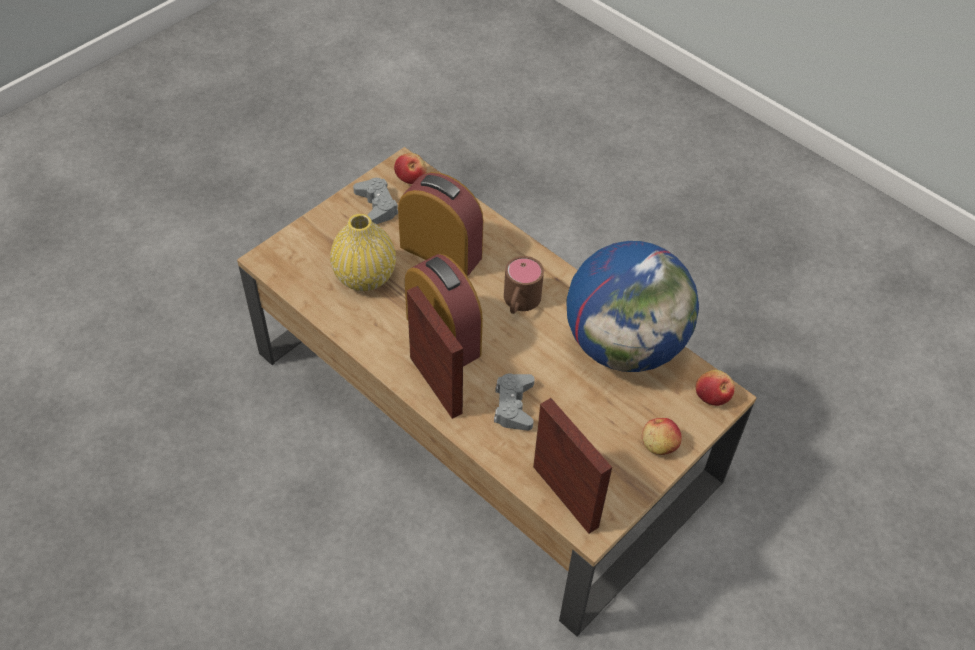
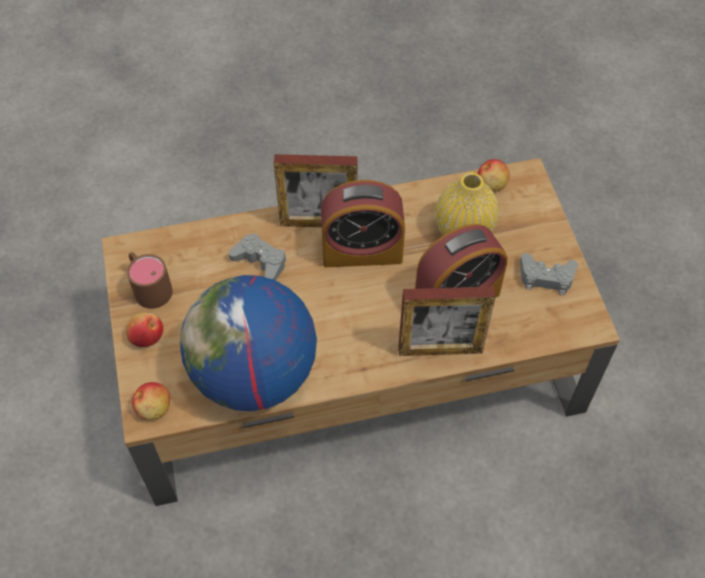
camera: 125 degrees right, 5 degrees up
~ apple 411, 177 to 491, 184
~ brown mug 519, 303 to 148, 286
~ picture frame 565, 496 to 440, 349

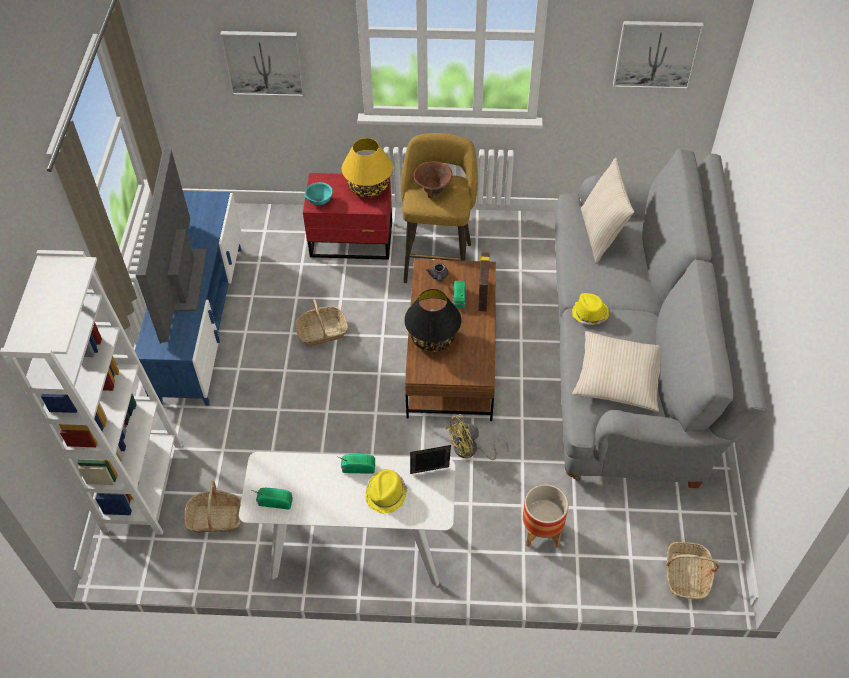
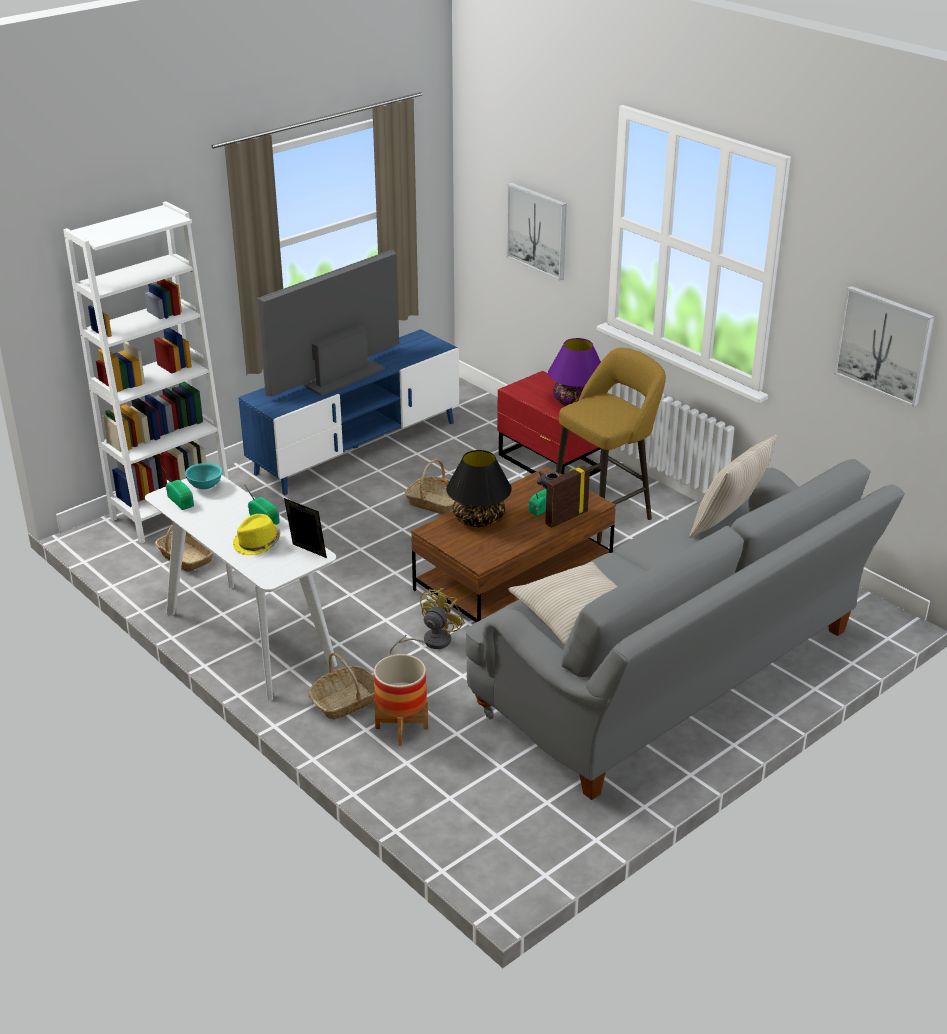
camera: 45 degrees right, 20 degrees down
~ yellow table lamp 368, 188 to purple table lamp 575, 401
- brown bowl 432, 189
~ turquoise bowl 319, 201 to 205, 486
- yellow hat 589, 314
~ yellow fan 471, 450 = 430, 641 105 degrees clockwise
~ basket 686, 575 to 345, 701

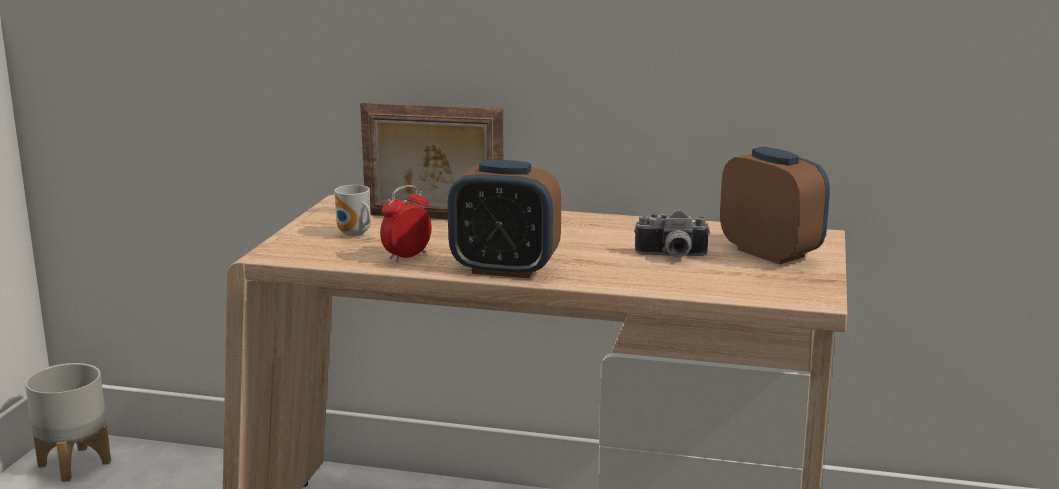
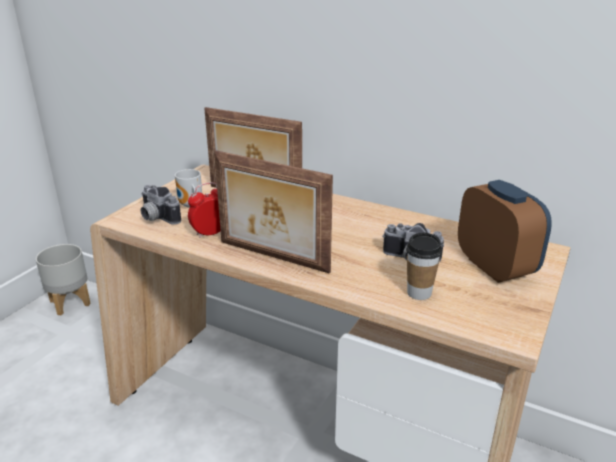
camera: 15 degrees right, 10 degrees up
~ alarm clock 504, 269 to picture frame 272, 257
+ photo camera 156, 218
+ cup 419, 293

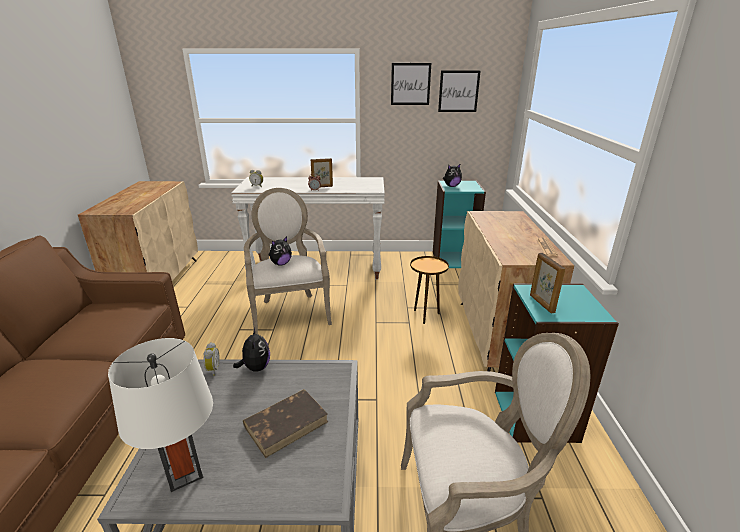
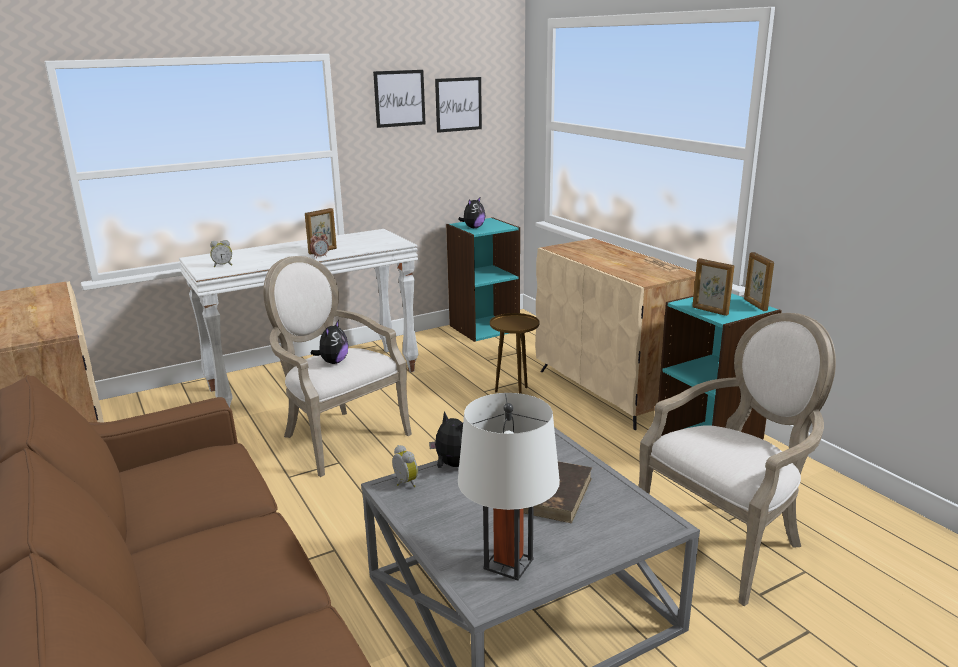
camera: 30 degrees left, 5 degrees down
+ picture frame 755, 305

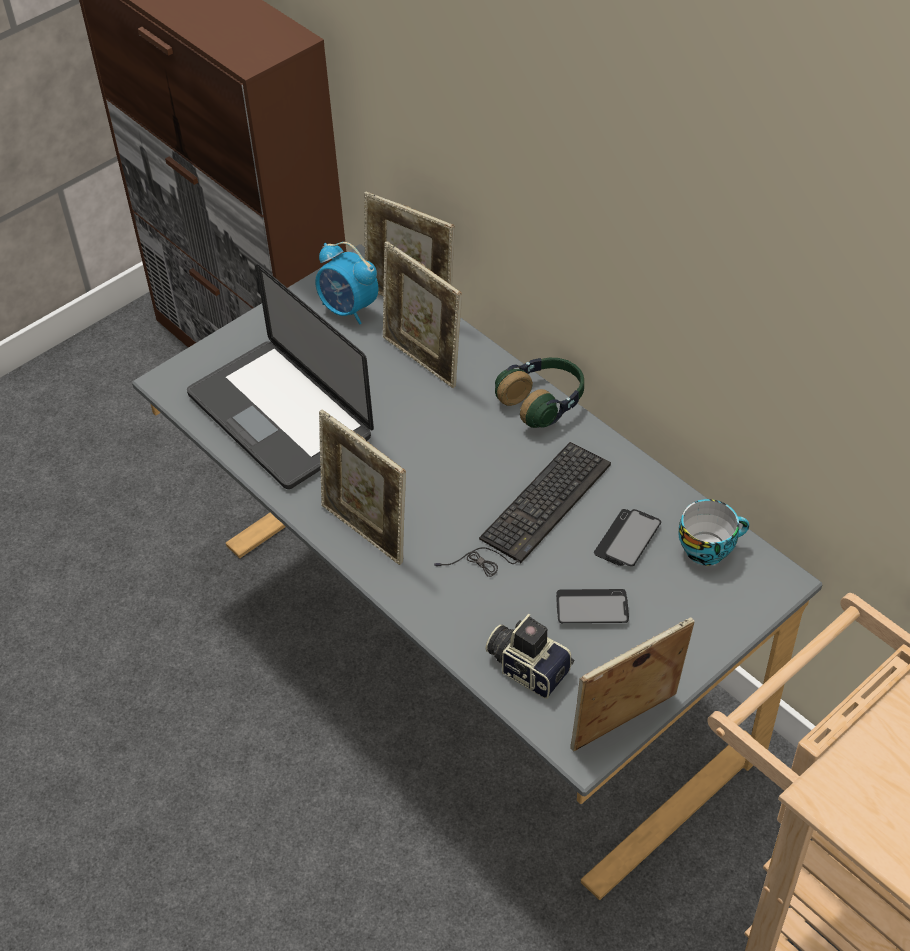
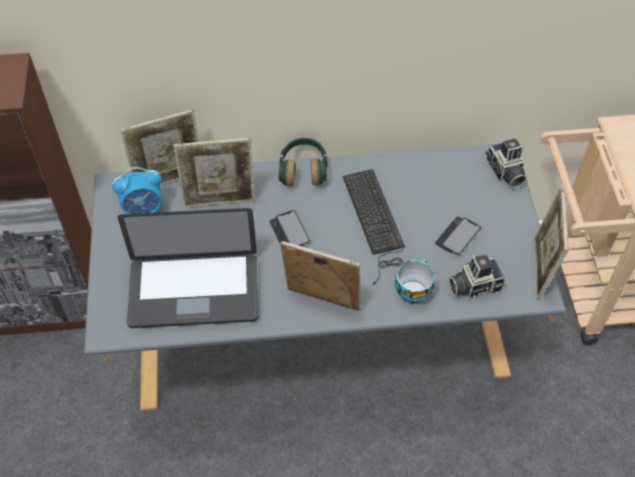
camera: 55 degrees left, 5 degrees up
~ picture frame 366, 531 = 321, 301 150 degrees counterclockwise
~ cup 708, 547 to 412, 290
~ phone 627, 539 to 289, 232
+ photo camera 504, 172

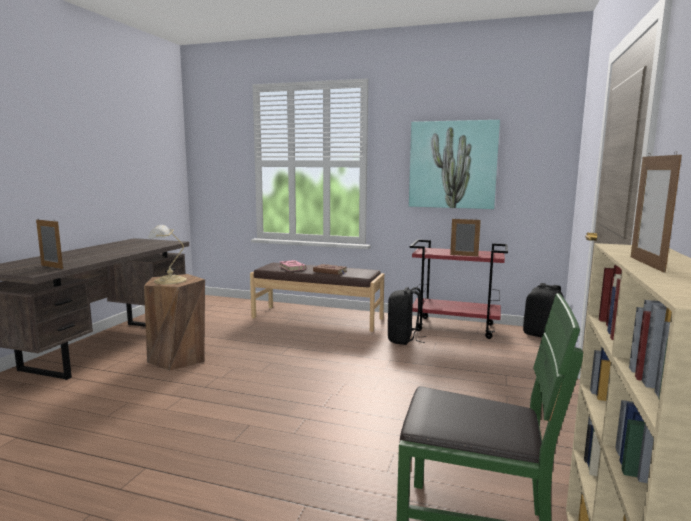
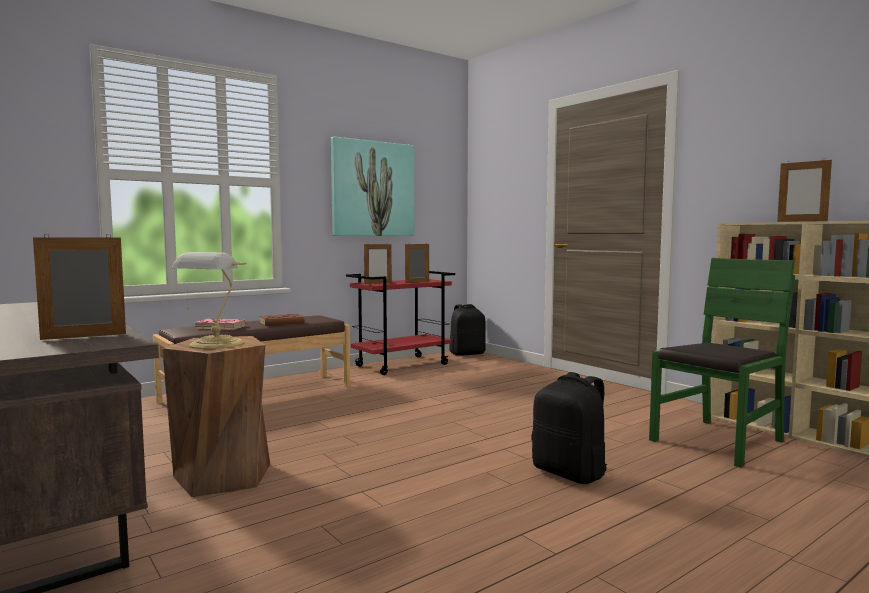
camera: 55 degrees left, 5 degrees down
~ black backpack 403, 339 to 570, 473
+ picture frame 378, 283

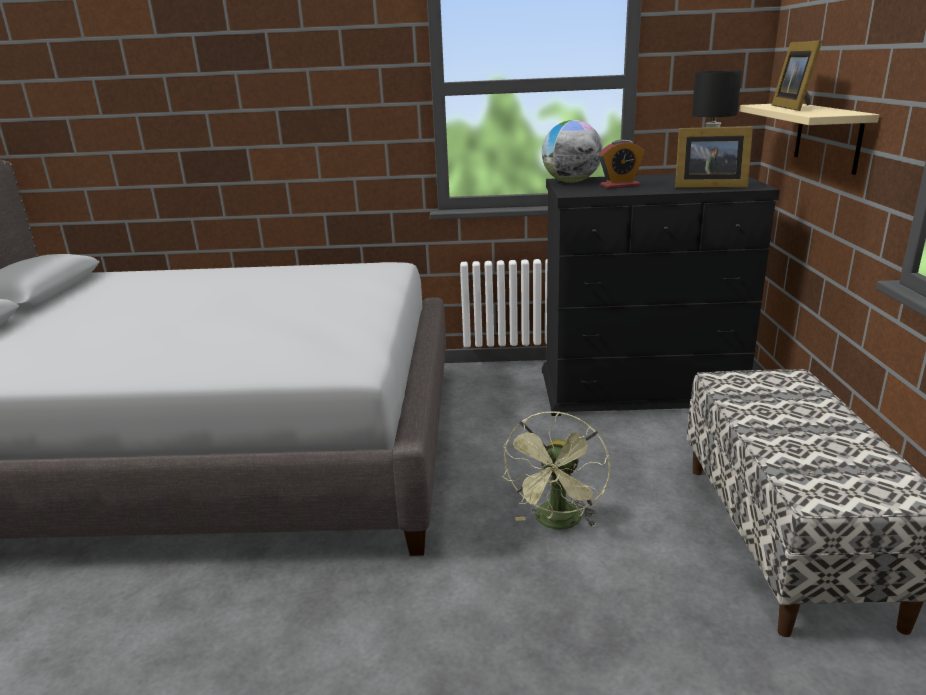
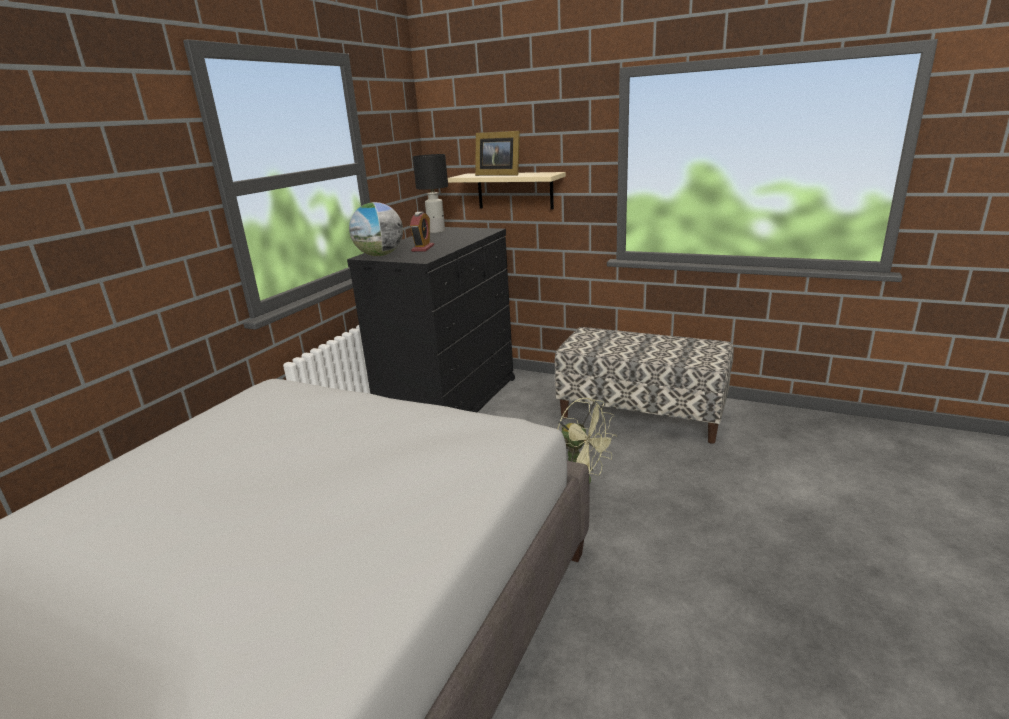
camera: 65 degrees left, 0 degrees up
- picture frame 707, 186

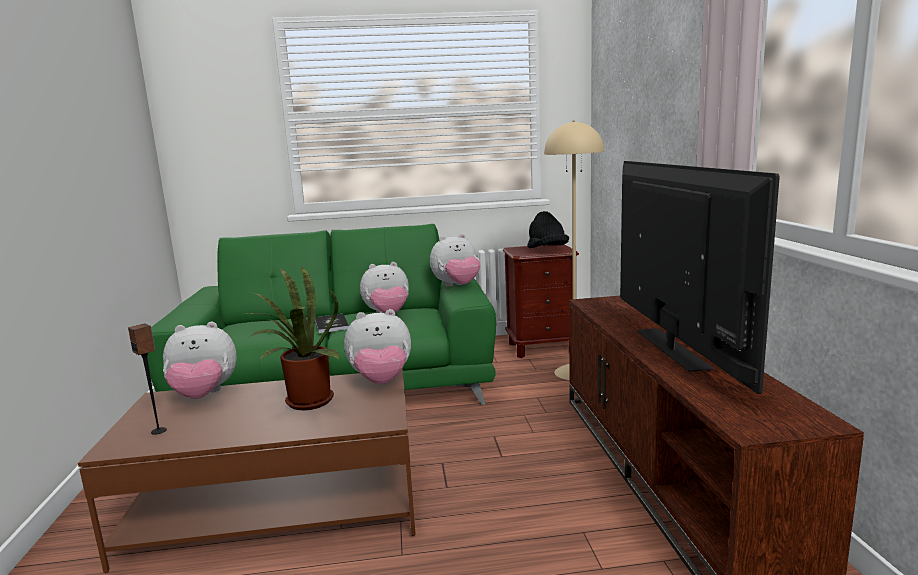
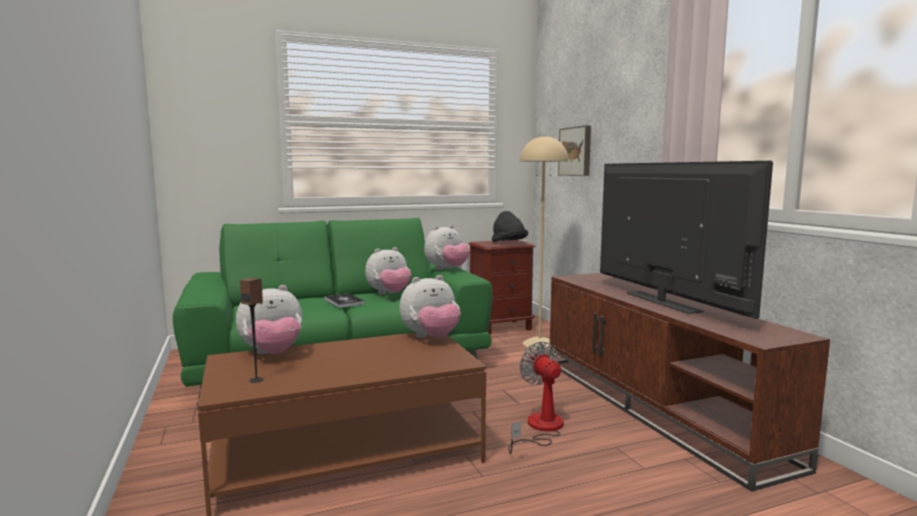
camera: 15 degrees left, 5 degrees down
- potted plant 304, 402
+ picture 576, 151
+ fan 540, 428

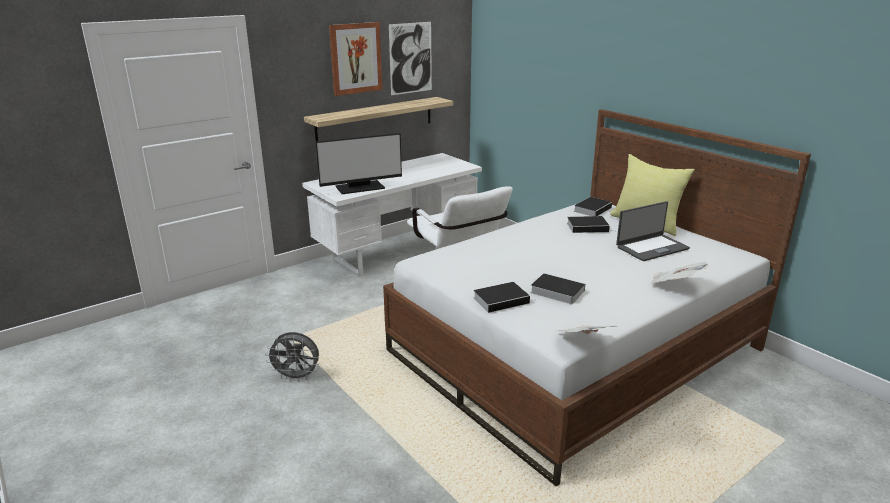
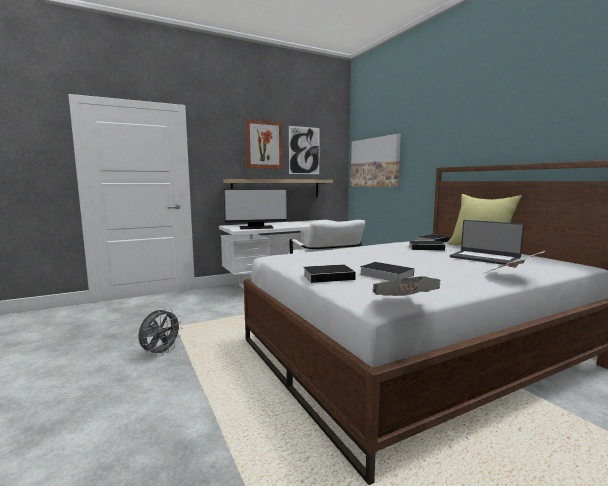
camera: 10 degrees right, 15 degrees down
~ laptop 651, 248 = 484, 258 60 degrees clockwise
~ grey fan 297, 377 = 161, 352 75 degrees counterclockwise
+ picture 374, 162

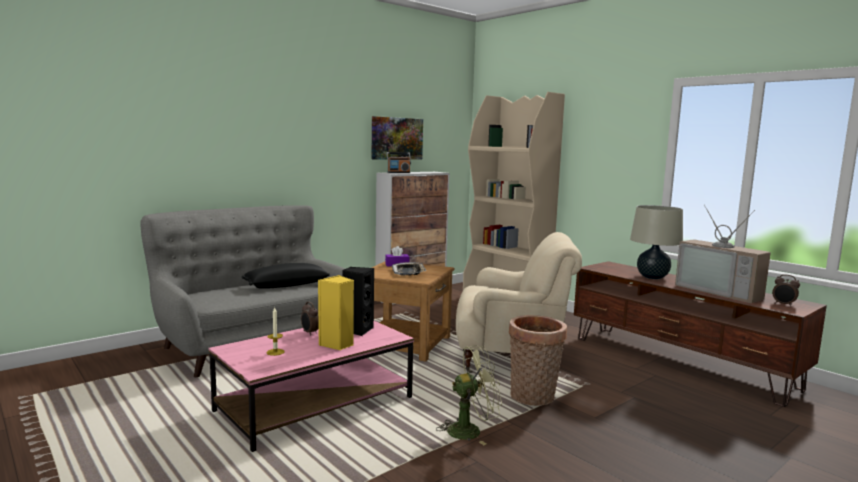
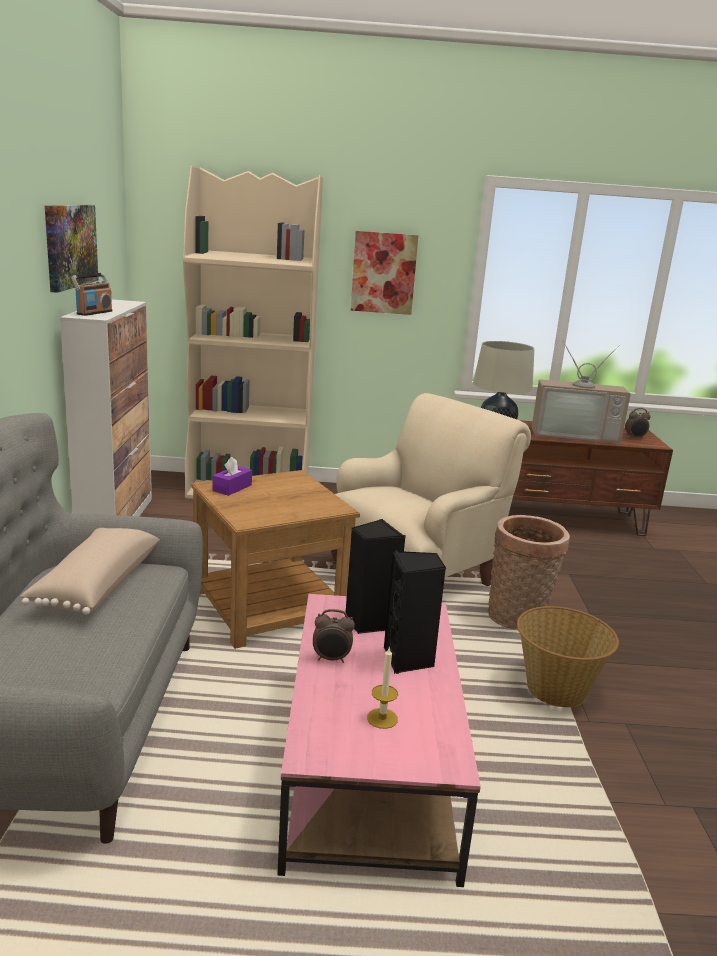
camera: 50 degrees left, 10 degrees up
- tray 409, 272
~ black pillow 286, 285 to beige pillow 95, 585
~ yellow speaker 337, 344 to black speaker 409, 660
~ green fan 471, 430 to basket 556, 690
+ picture 383, 273

